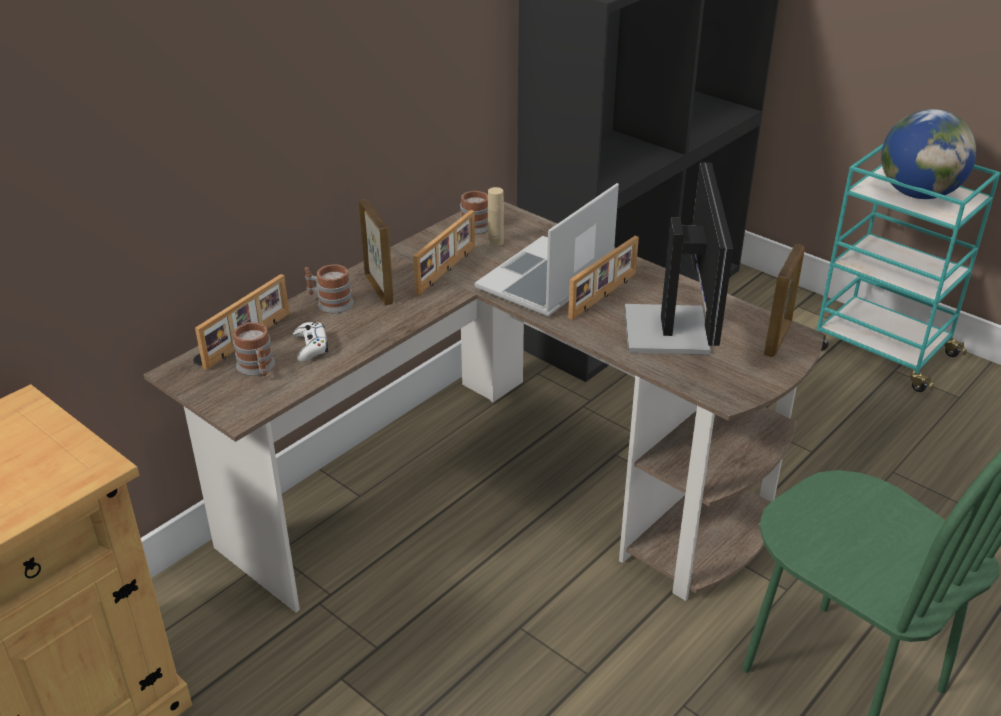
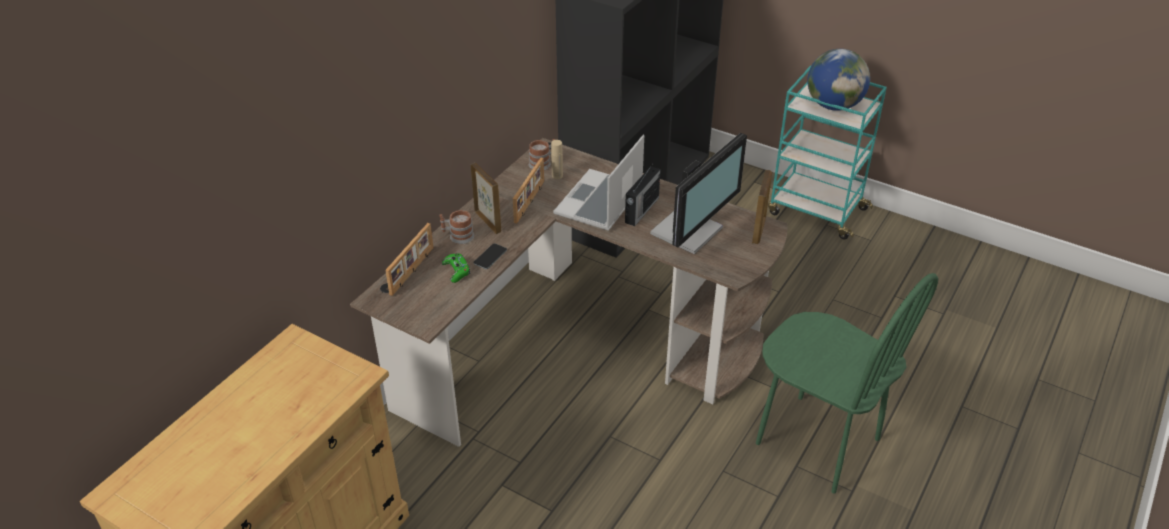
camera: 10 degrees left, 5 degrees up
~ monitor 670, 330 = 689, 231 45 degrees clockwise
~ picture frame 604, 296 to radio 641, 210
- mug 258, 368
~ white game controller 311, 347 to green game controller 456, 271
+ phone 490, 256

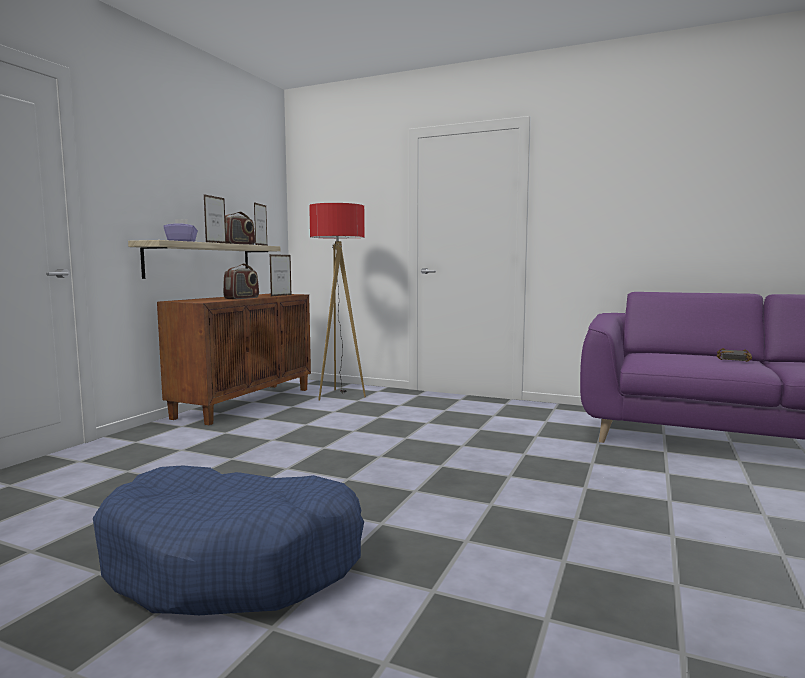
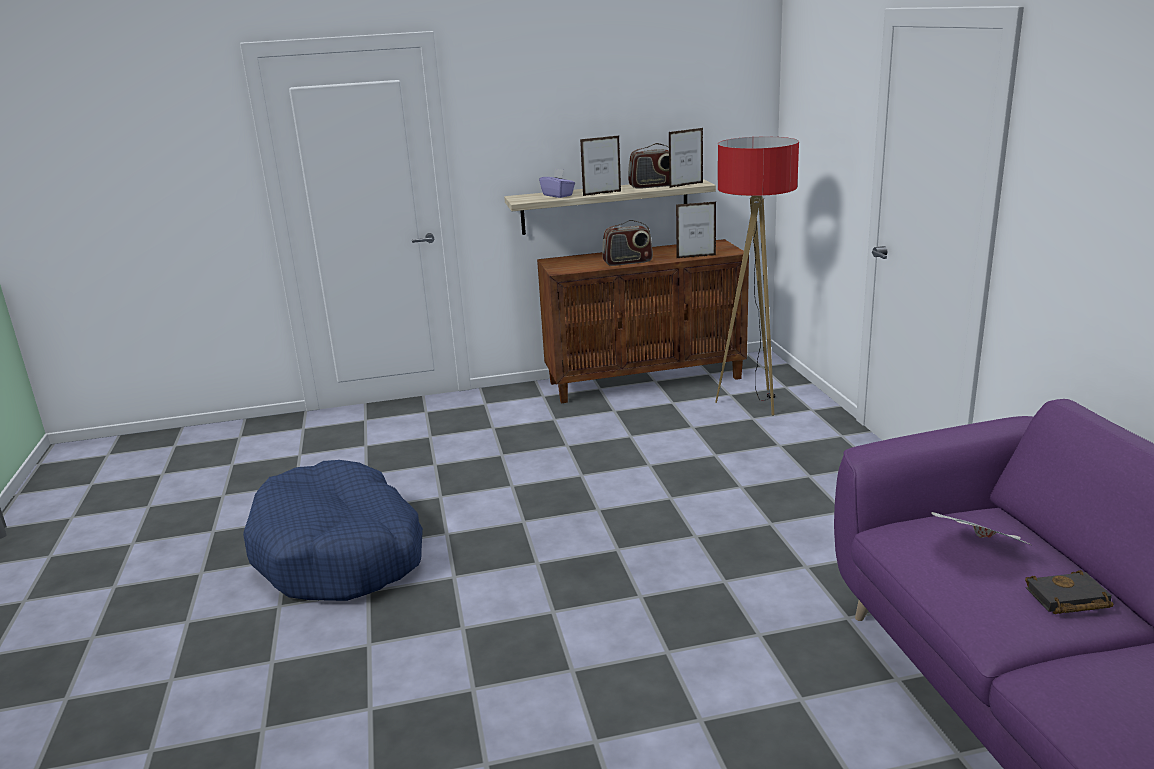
camera: 55 degrees right, 15 degrees up
+ newspaper 981, 551

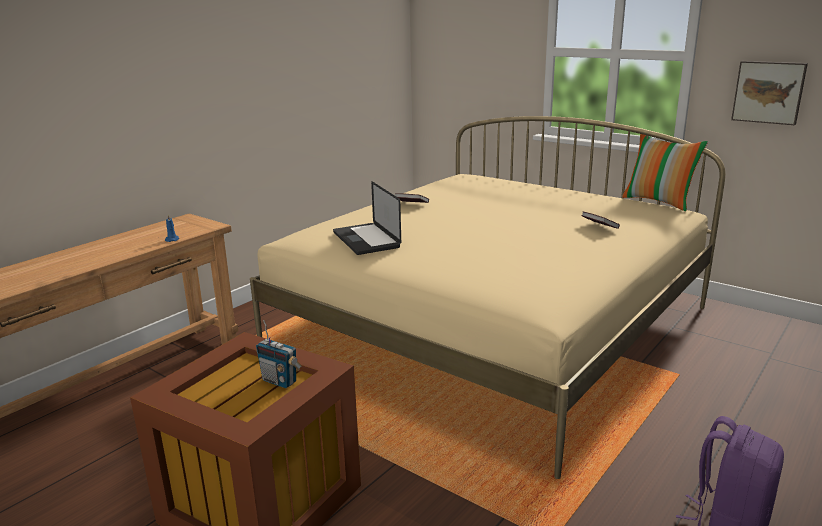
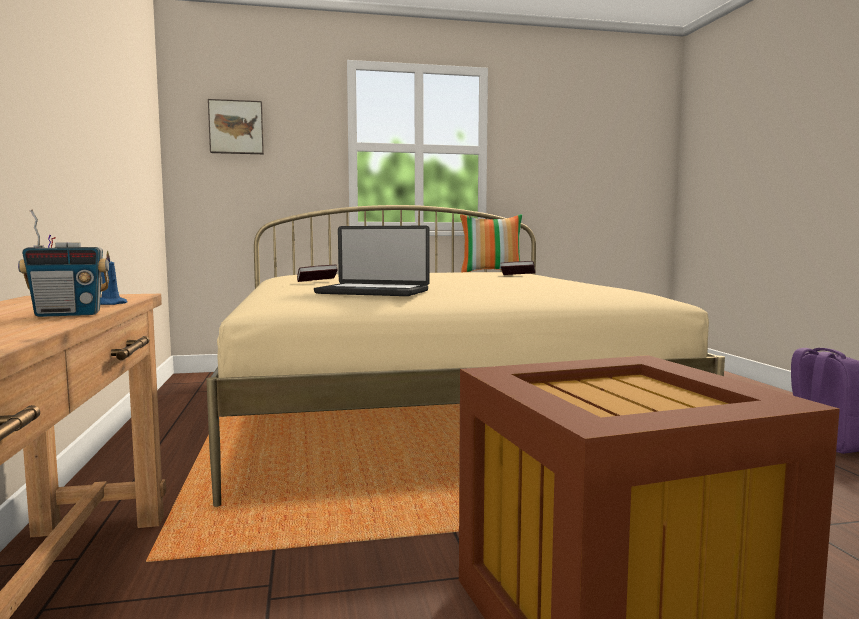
camera: 50 degrees left, 15 degrees down
~ picture 768, 92 to 236, 127
~ radio 280, 381 to 68, 315

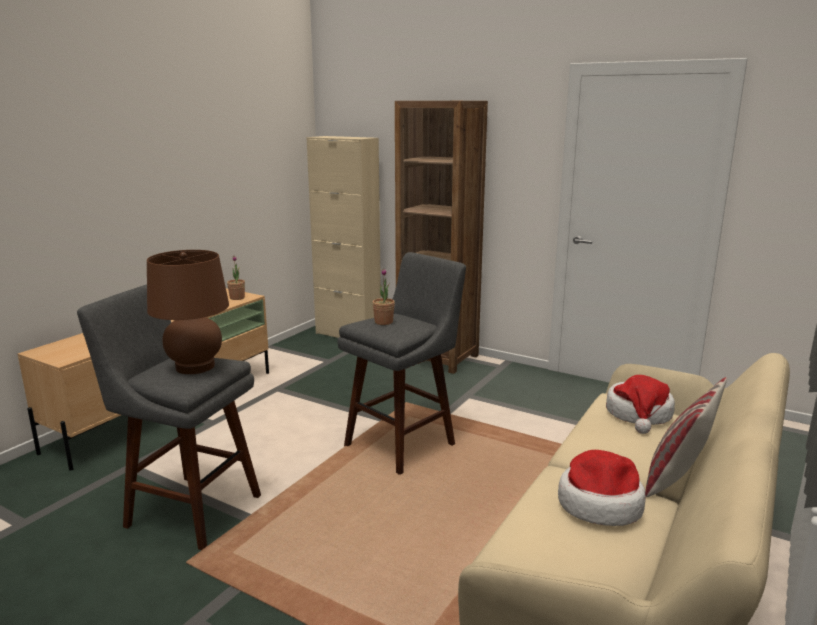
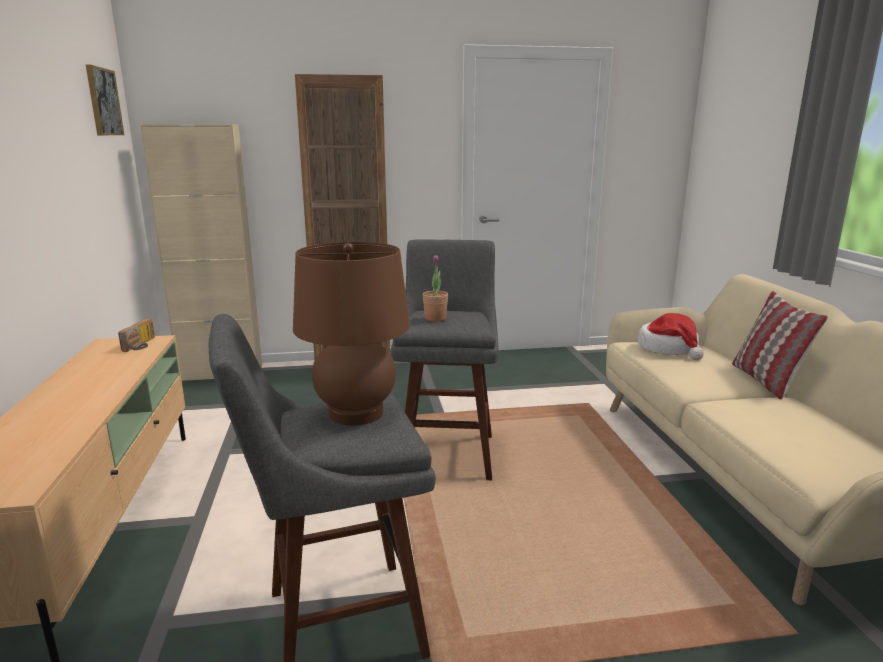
camera: 40 degrees left, 0 degrees up
~ potted plant 237, 298 to radio 142, 345
- hat 599, 504
+ picture 103, 102

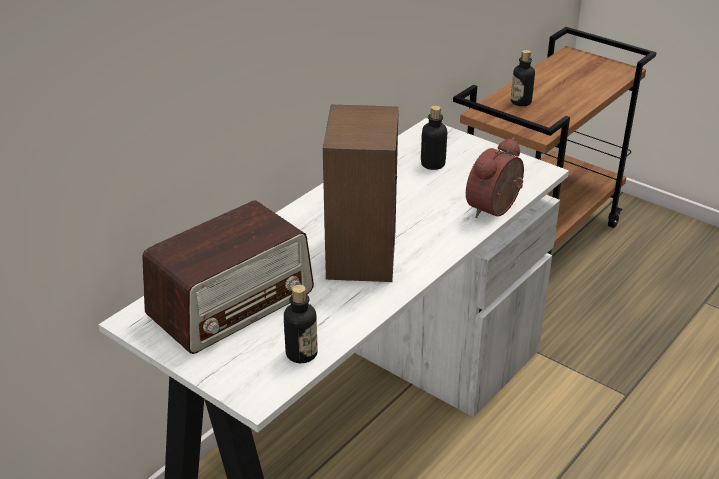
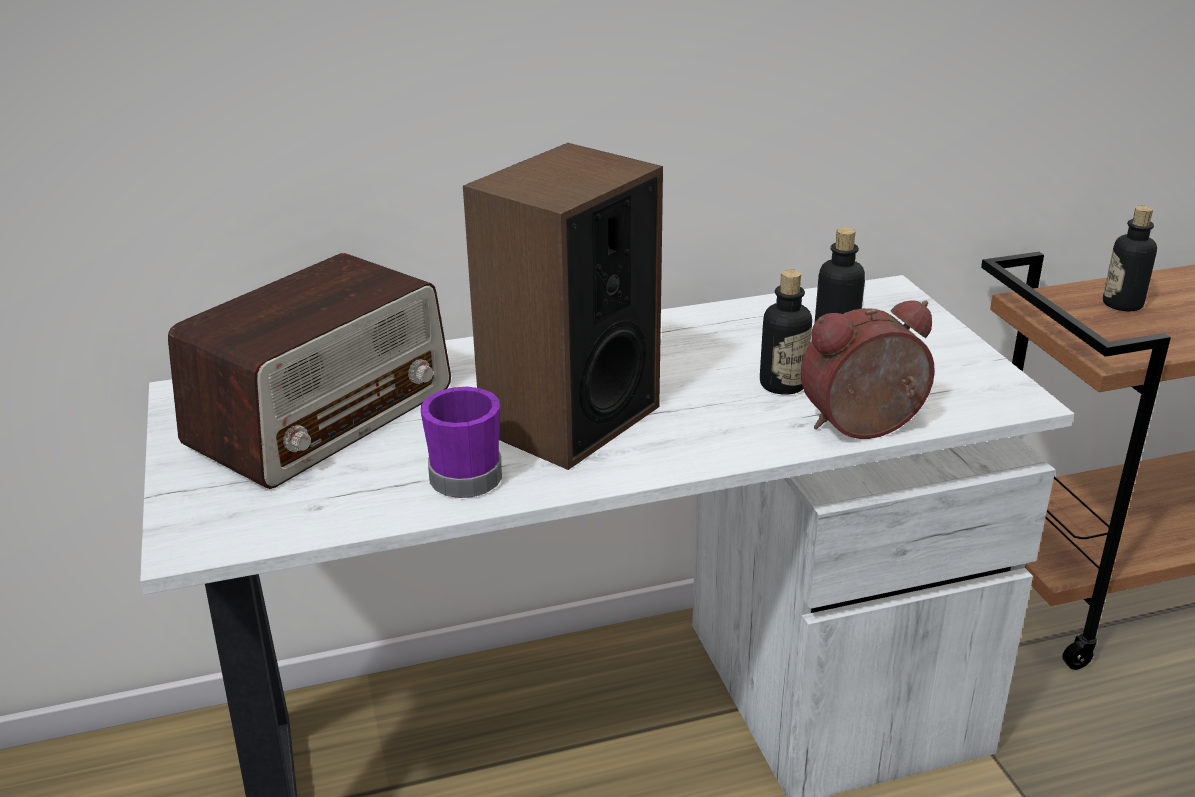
camera: 35 degrees right, 5 degrees down
~ radio 232, 303 = 323, 416 45 degrees counterclockwise
~ bottle 301, 354 to 782, 384
+ purple mug 460, 474

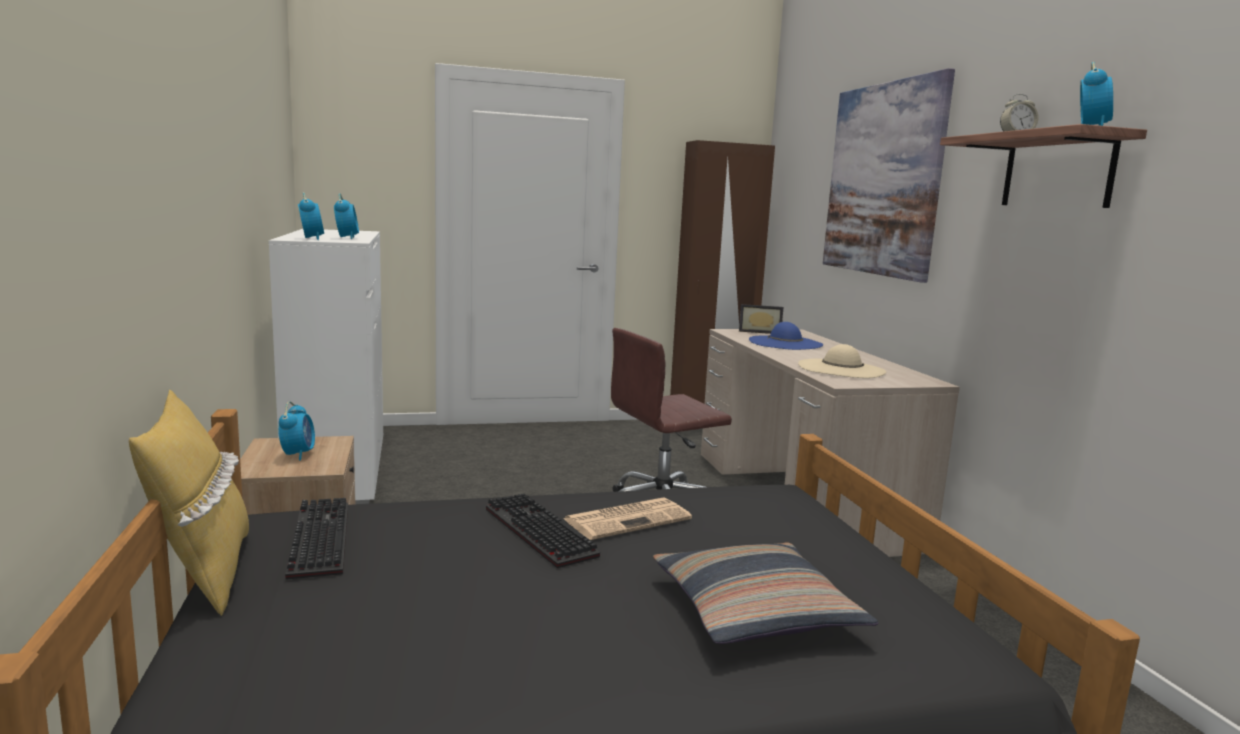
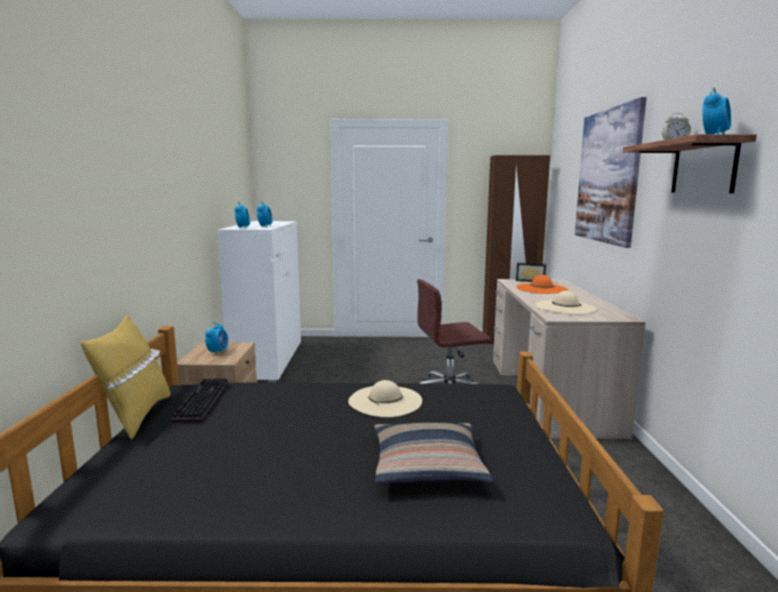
camera: 15 degrees right, 0 degrees up
~ blue hat 785, 343 to orange hat 541, 289
- keyboard 535, 532
~ newspaper 628, 519 to beige hat 385, 401

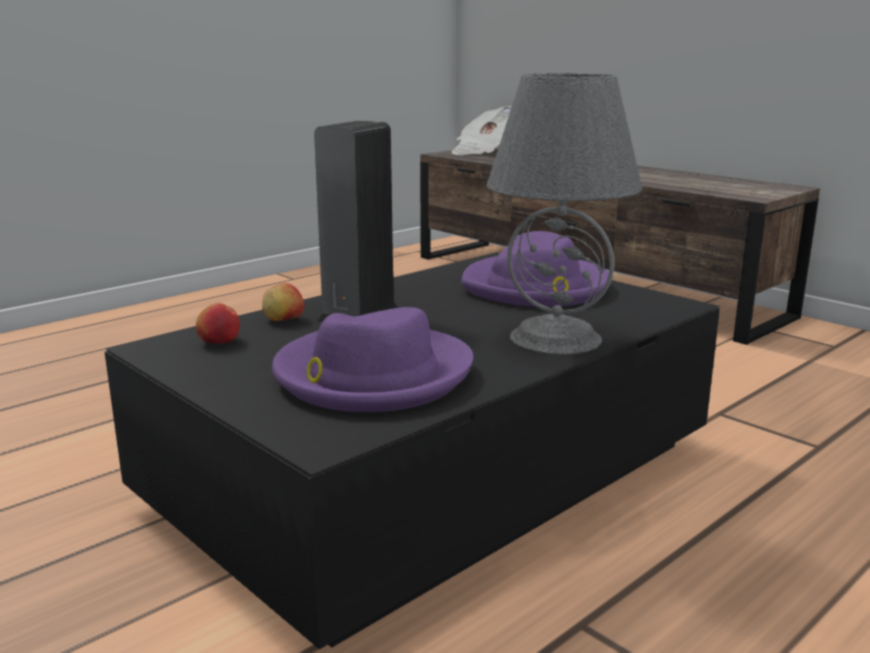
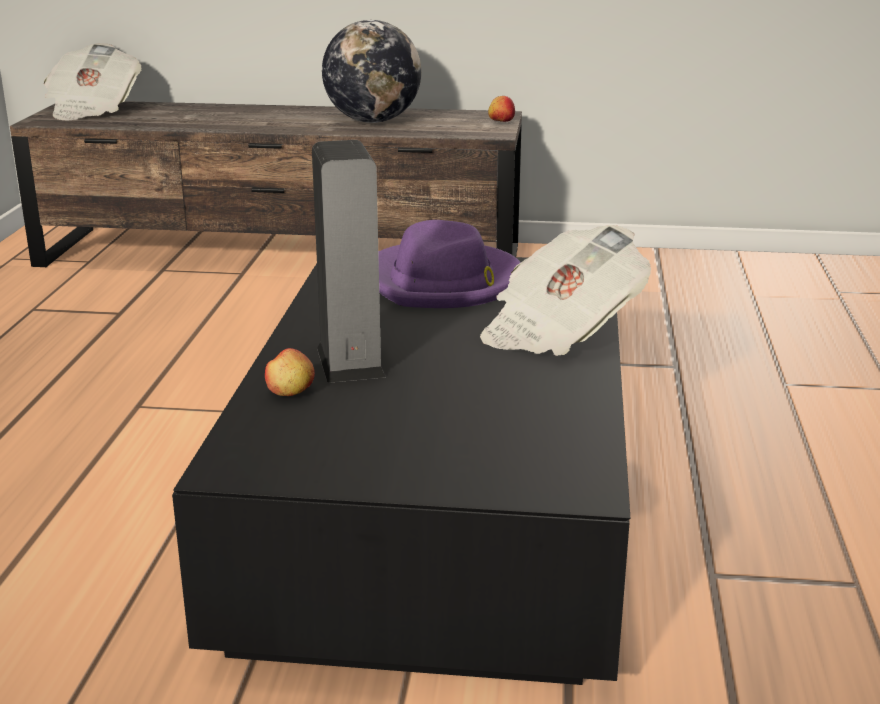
camera: 40 degrees left, 5 degrees up
~ grey table lamp 554, 338 to newspaper 559, 332
~ apple 218, 342 to 501, 122
- purple hat 371, 375
+ globe 372, 121

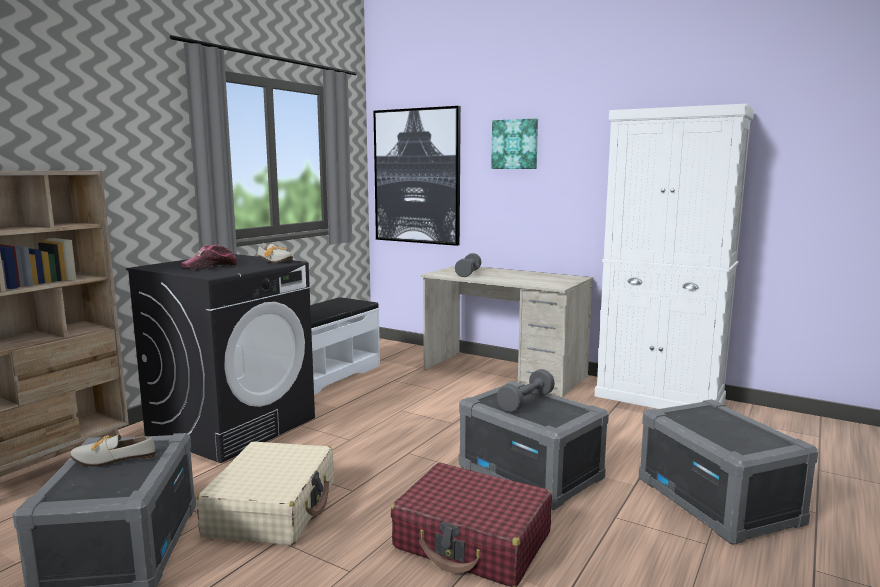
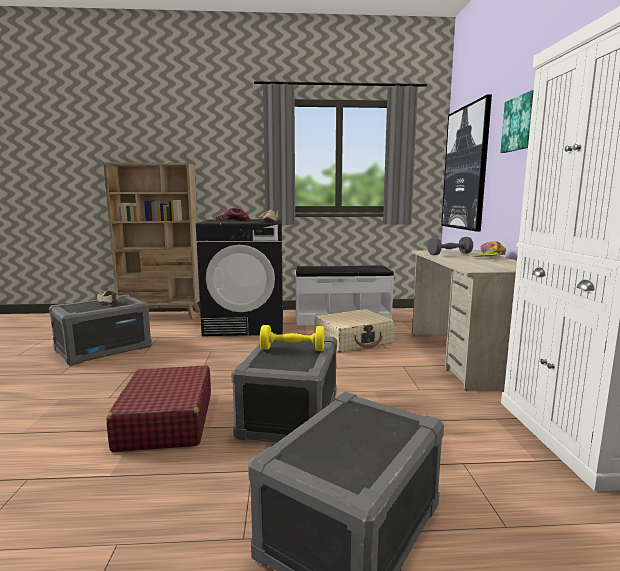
camera: 55 degrees right, 0 degrees up
~ grey dumbbell 526, 402 to yellow dumbbell 292, 349
~ beige suitcase 273, 508 to 354, 340
+ cap 489, 257

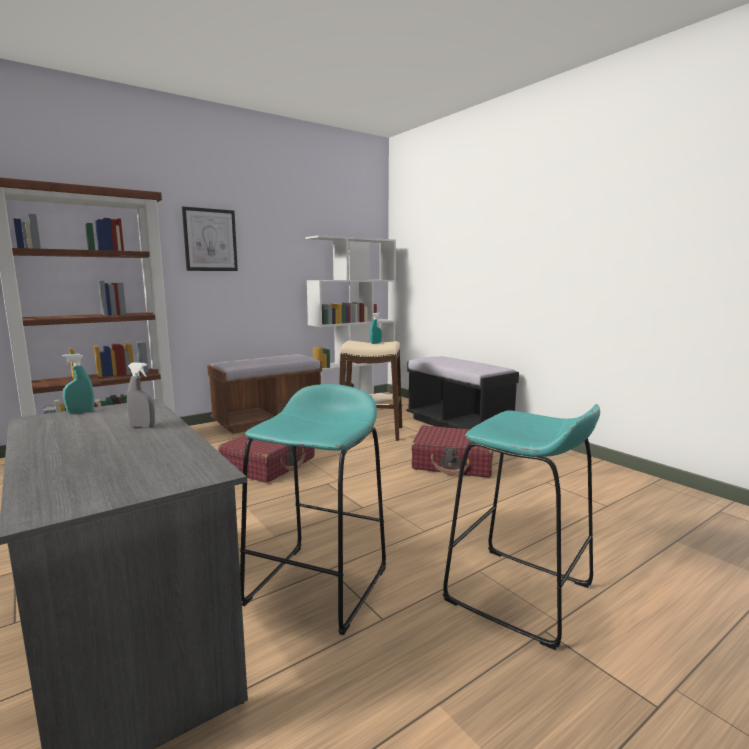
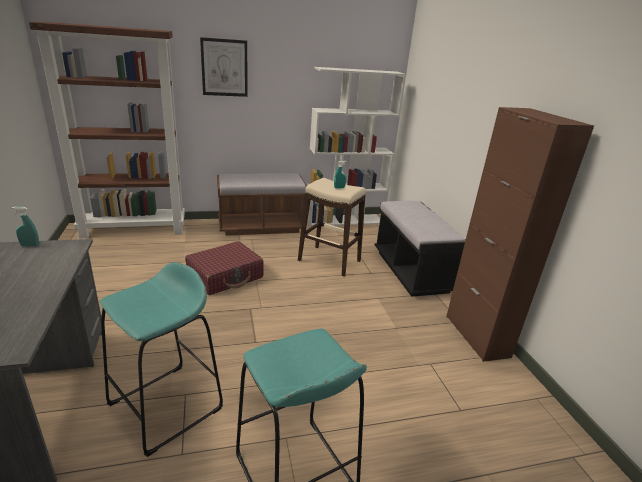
camera: 20 degrees right, 15 degrees up
- grey spray bottle 142, 427
- red suitcase 453, 463
+ brown cabinet 476, 336

